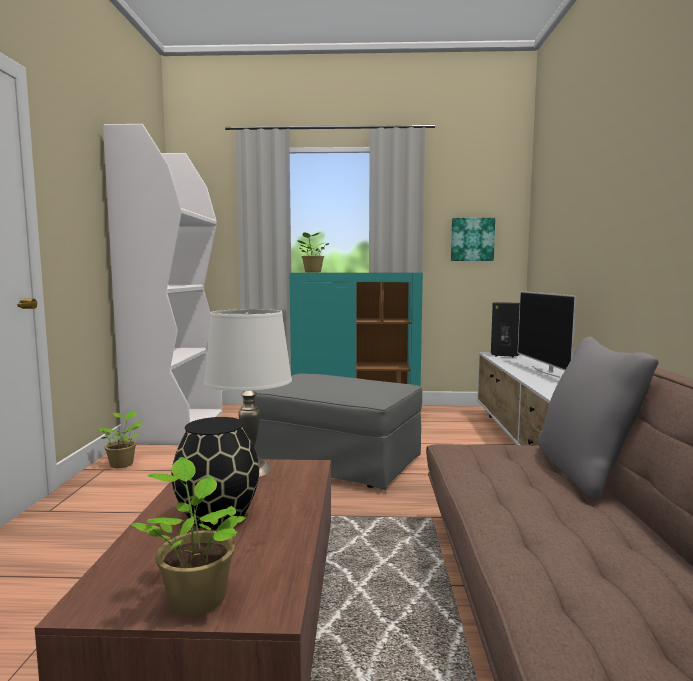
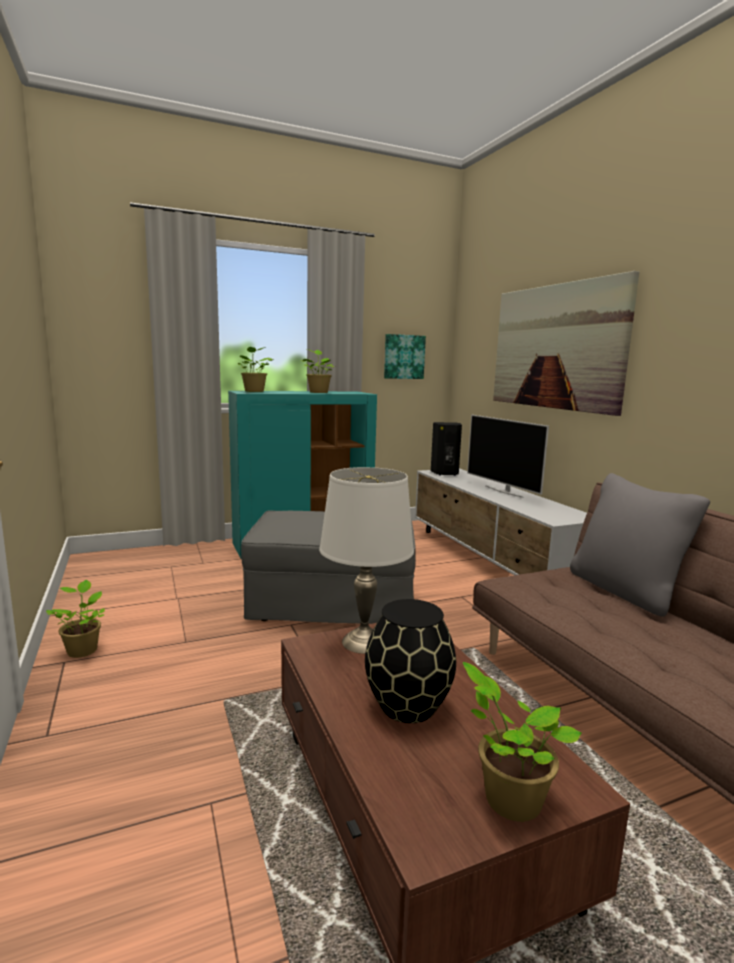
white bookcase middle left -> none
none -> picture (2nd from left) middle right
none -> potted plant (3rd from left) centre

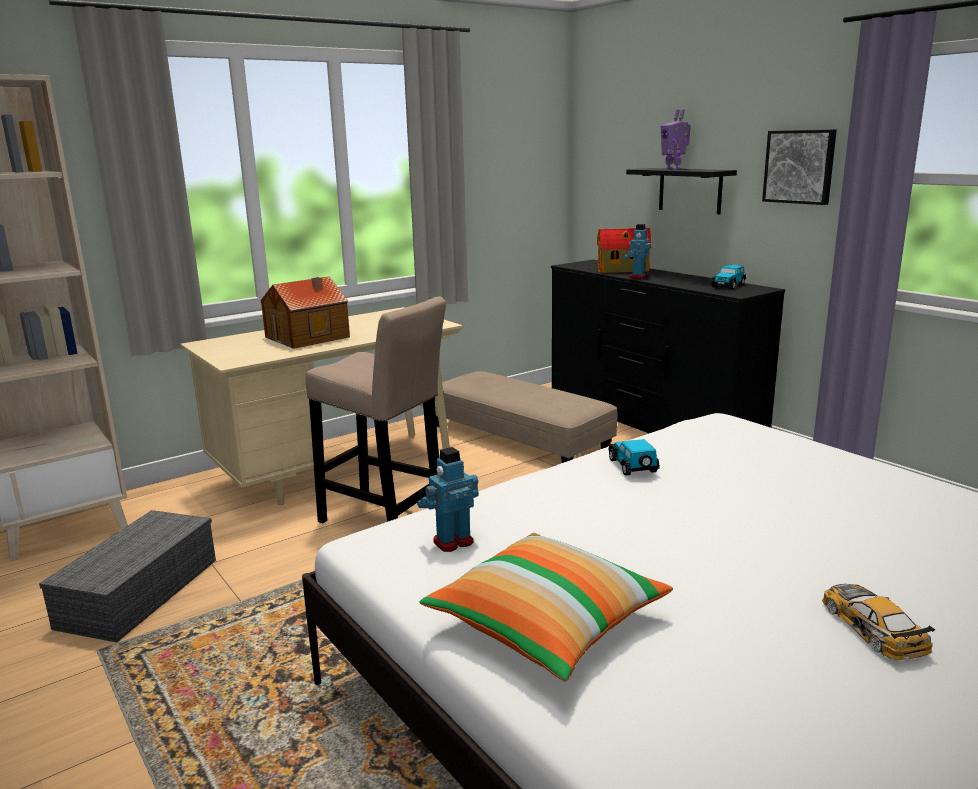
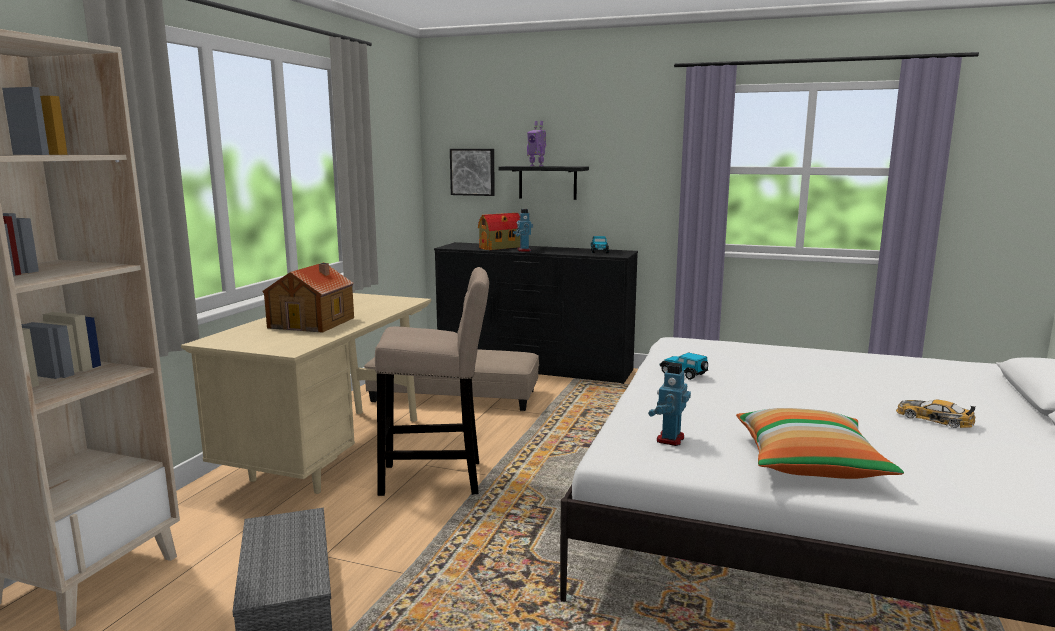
picture top right -> picture top centre, moved

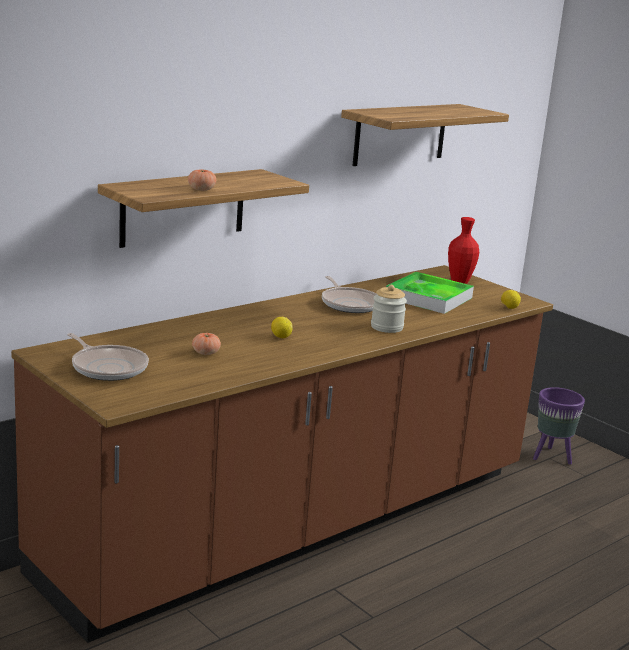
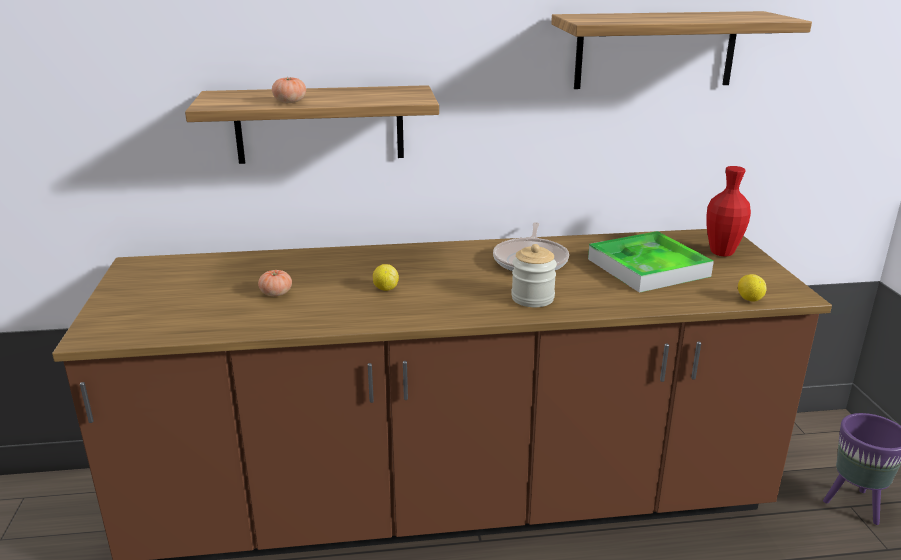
frying pan (1st from left) middle left -> none

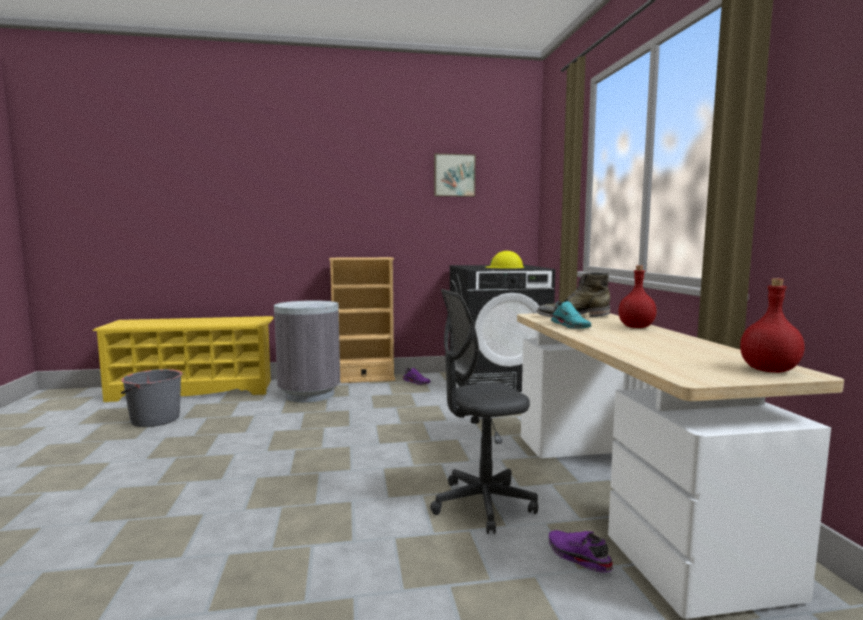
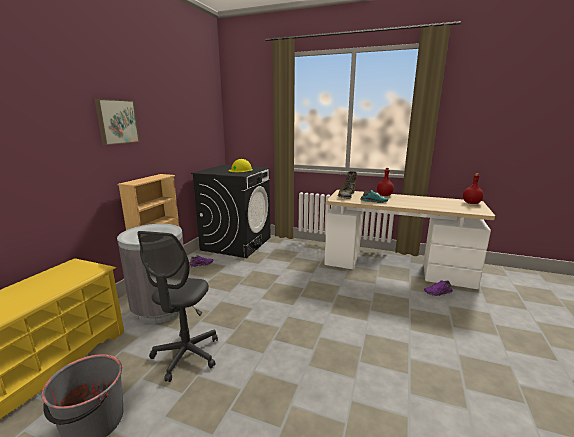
picture top centre -> picture top left, moved
grey office chair centre -> grey office chair bottom left, moved

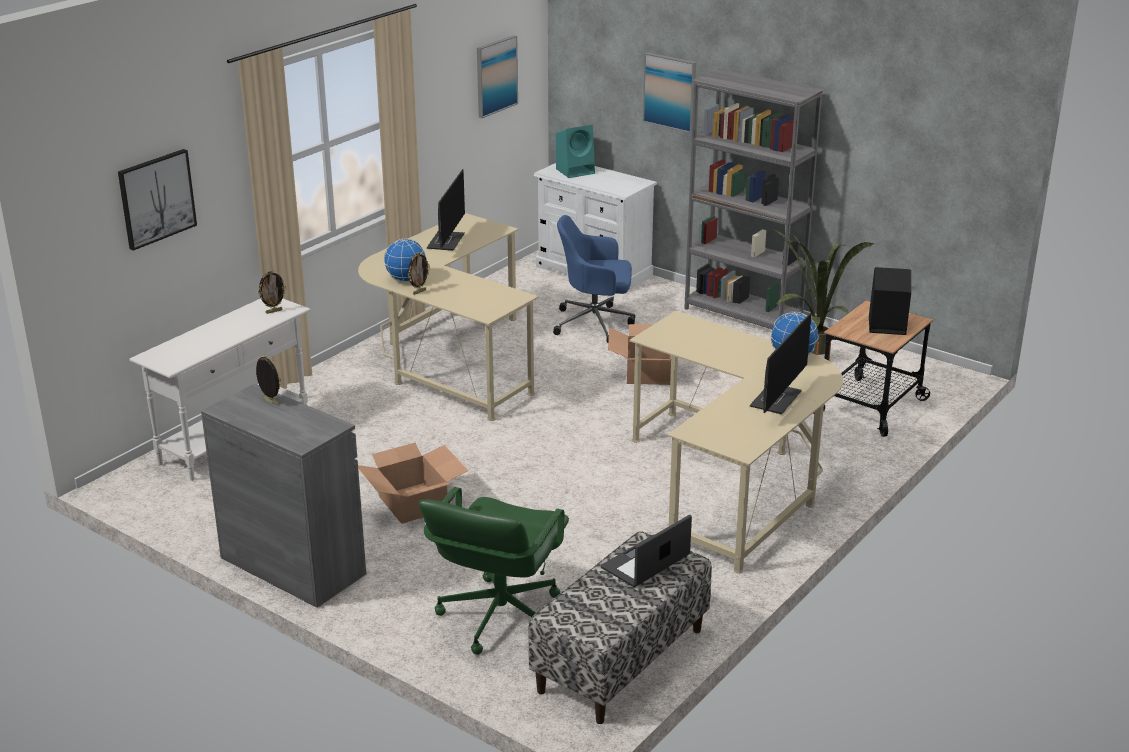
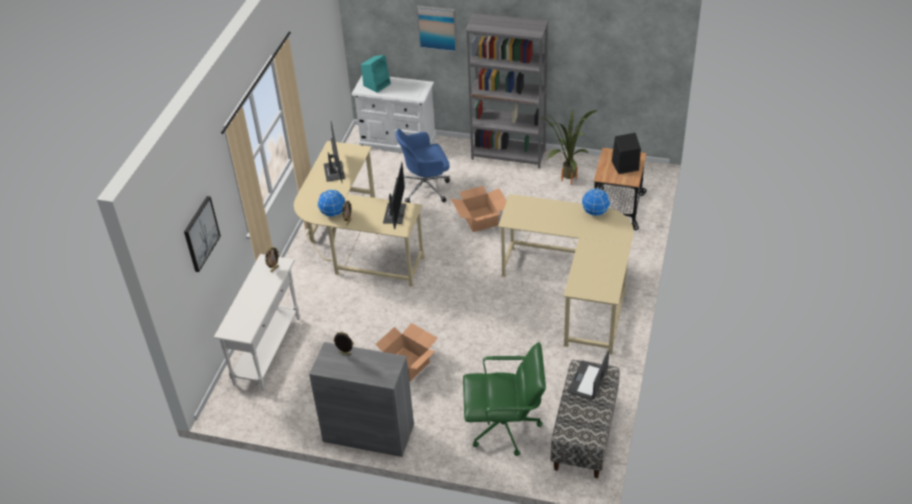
picture (2nd from left) top centre -> none
monitor (2nd from left) middle right -> monitor (2nd from left) centre, moved
green office chair bottom centre, 90 degrees counterclockwise

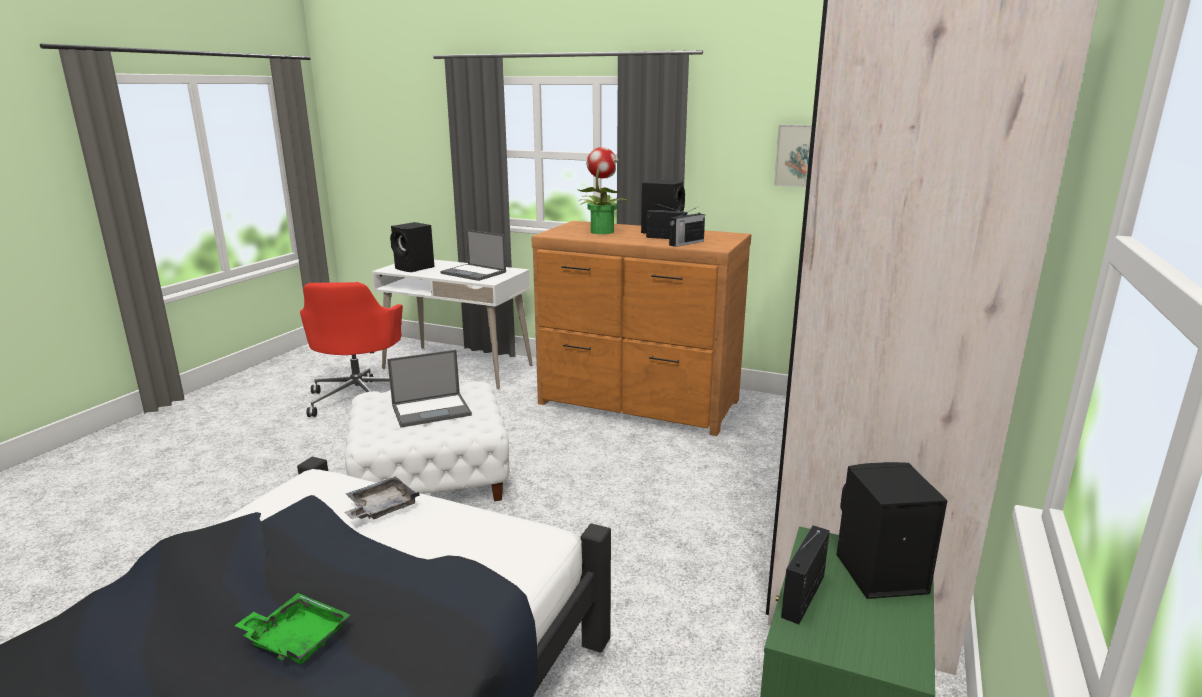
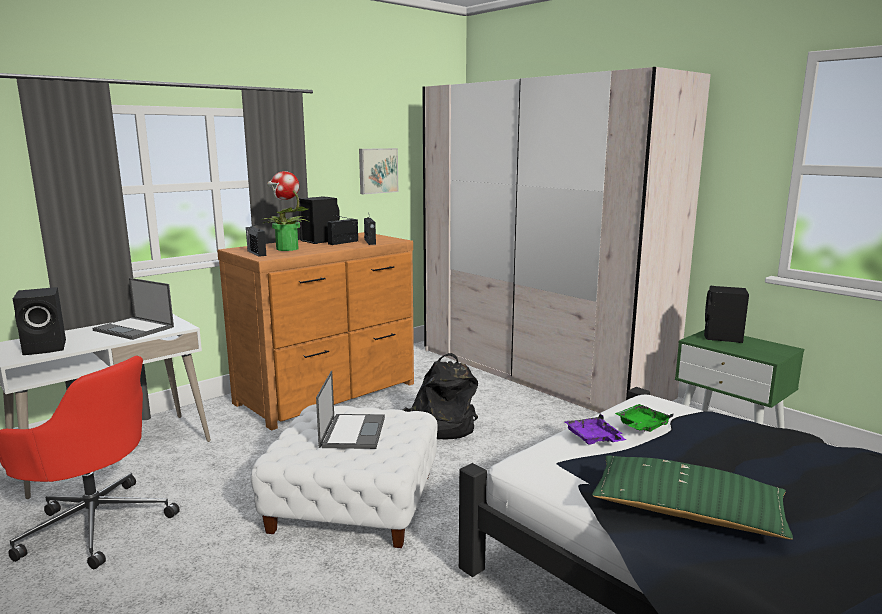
laptop (2nd from left in the first image) centre -> laptop (1st from left) middle left, 60 degrees clockwise
grey tray bottom left -> purple tray bottom right
radio (3rd from left in the first image) bottom right -> radio (1st from left) middle left, moved
green tray bottom left -> green tray bottom right, moved
none -> black backpack centre
none -> green pillow bottom right

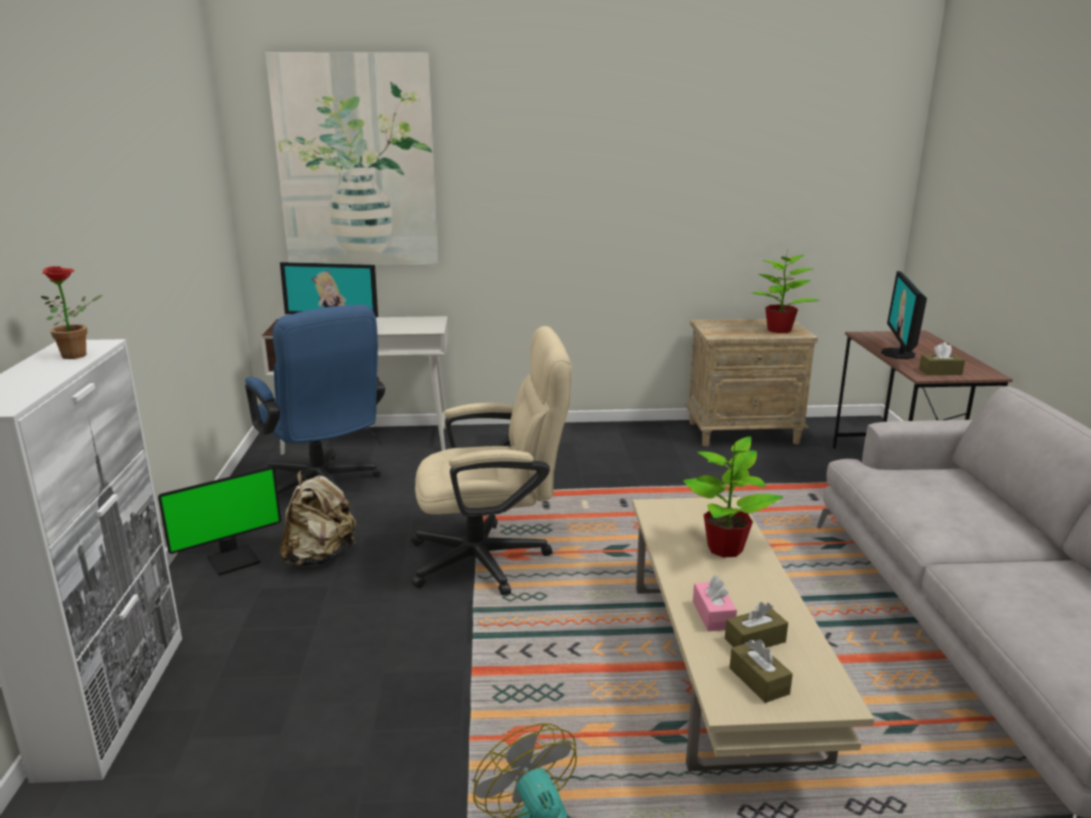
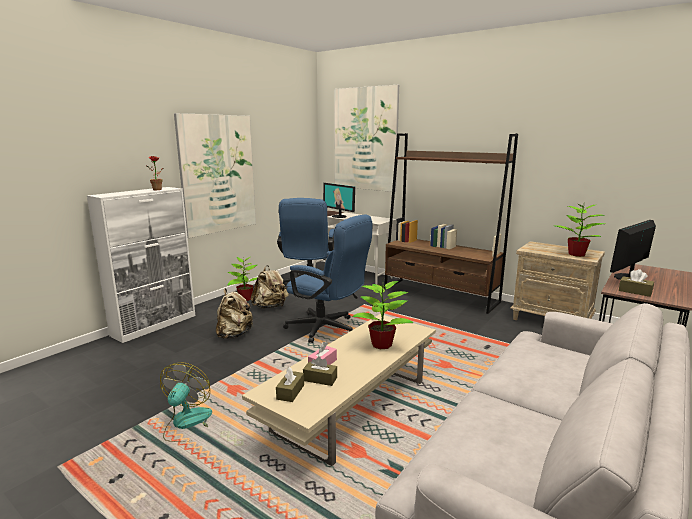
beige office chair centre -> blue office chair (2nd from left) centre
monitor (1st from left) middle left -> potted plant (2nd from left) centre
none -> picture (1st from left) middle left
none -> brown bookcase centre
none -> beige backpack (1st from left) centre

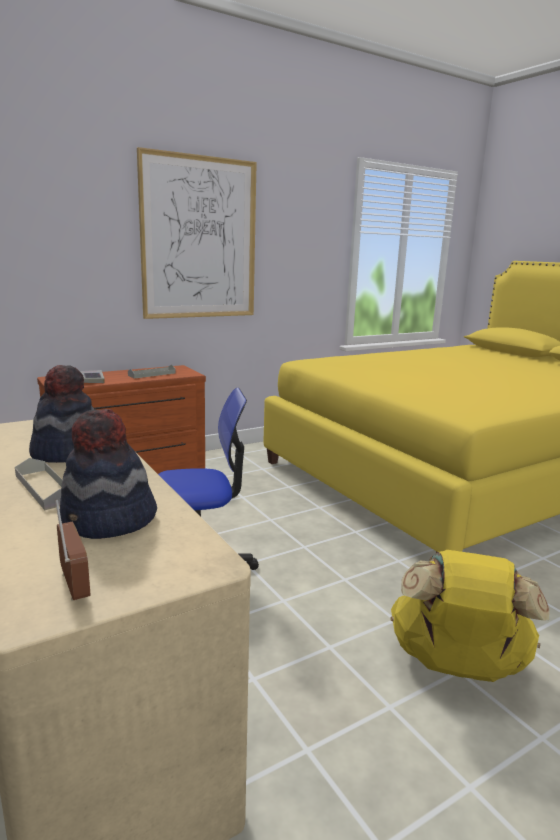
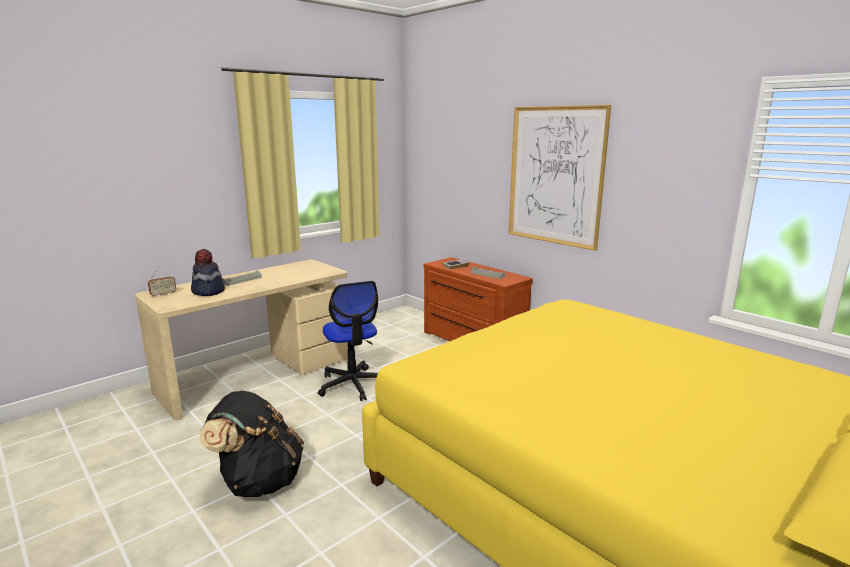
hat (1st from left) middle left -> none
yellow backpack bottom right -> black backpack bottom left

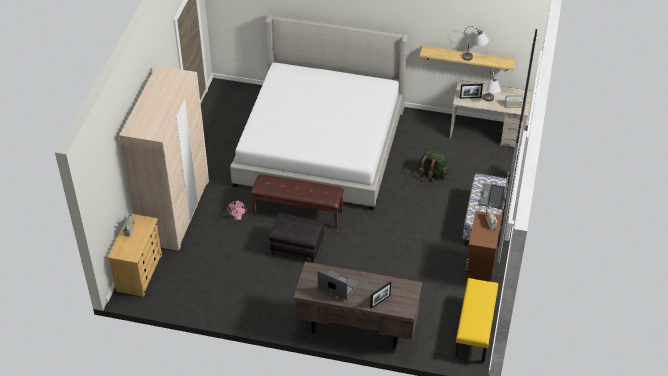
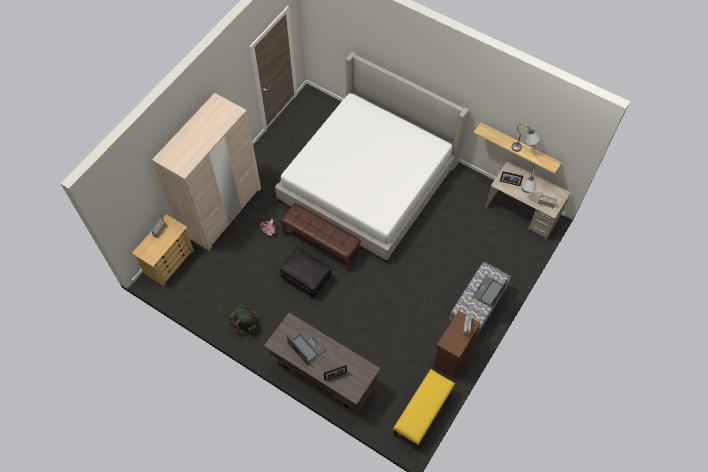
green backpack centre -> green backpack bottom centre, moved

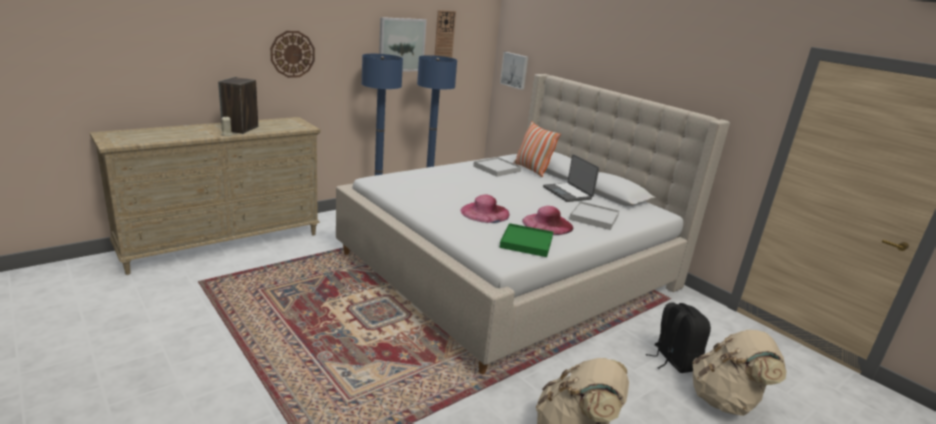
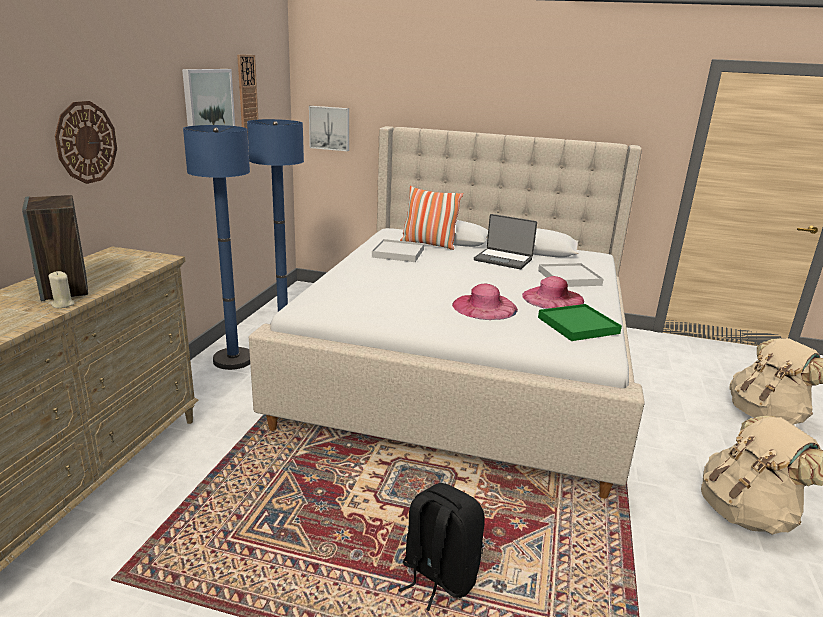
black backpack bottom right -> black backpack bottom centre, moved

